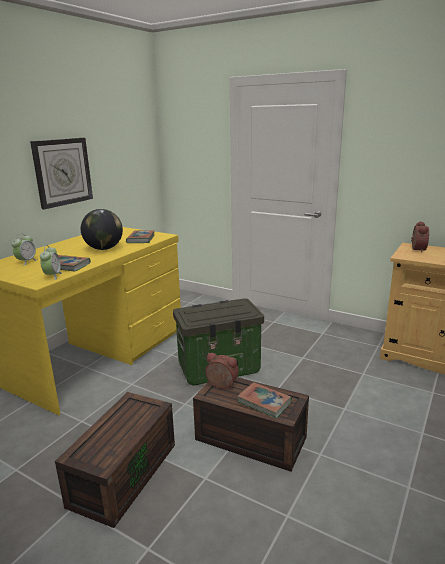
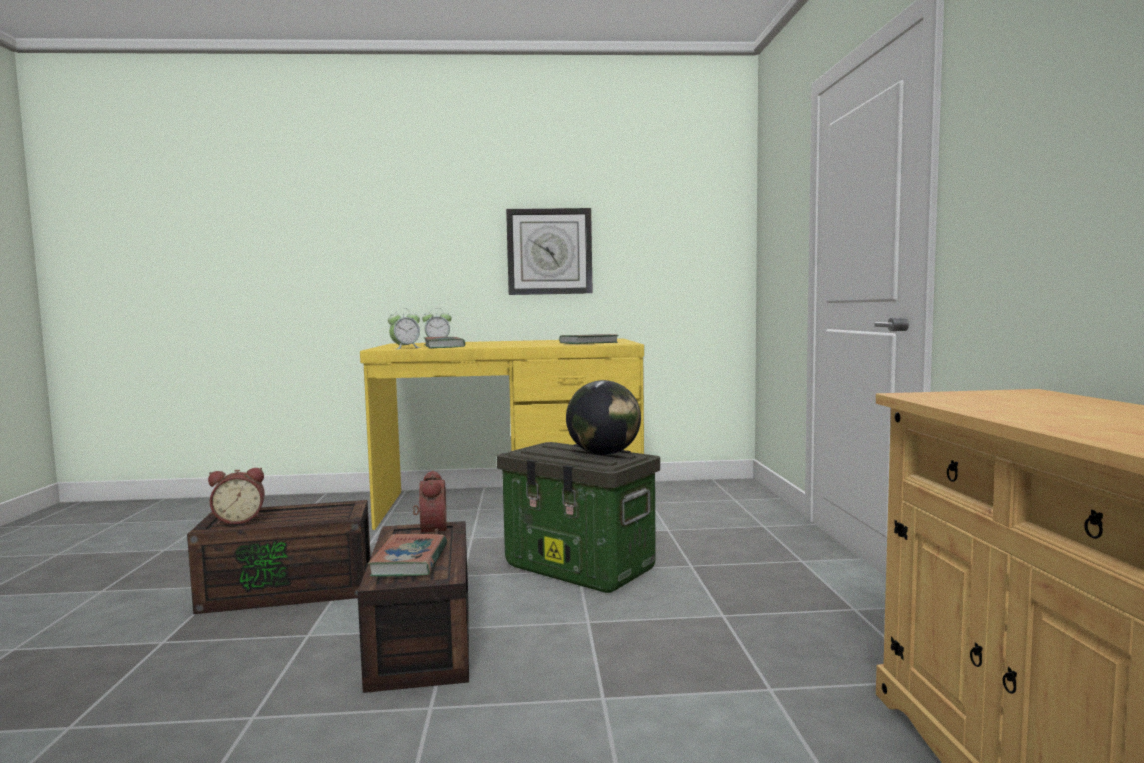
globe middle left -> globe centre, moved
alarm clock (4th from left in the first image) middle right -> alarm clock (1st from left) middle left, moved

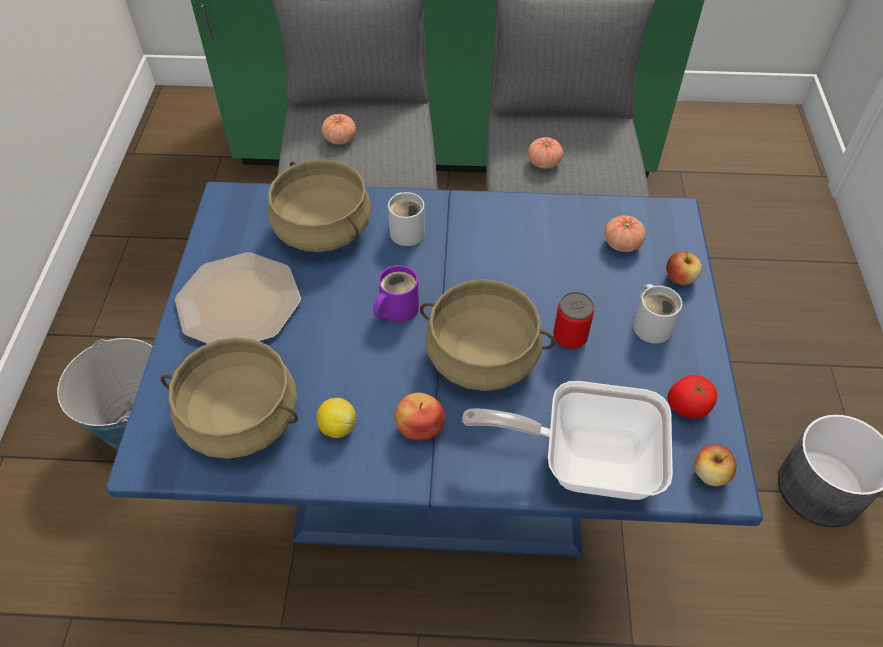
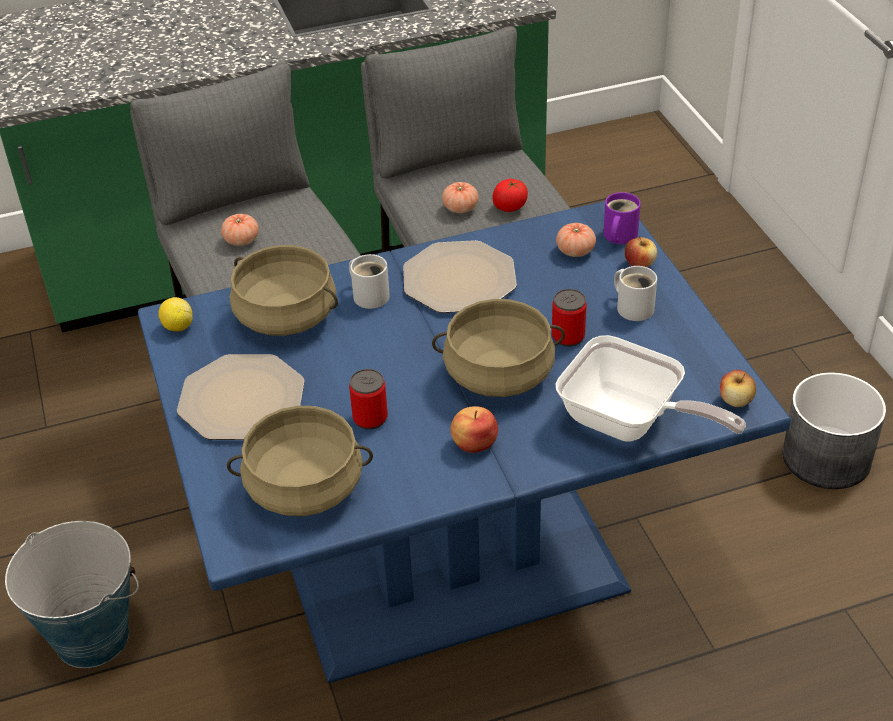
purple mug centre -> purple mug top right, moved
tomato (4th from left in the first image) middle right -> tomato (3rd from left) top centre, moved
frying pan bottom centre -> frying pan middle right, 135 degrees counterclockwise
lemon centre -> lemon middle left, moved
none -> plate (2nd from left) centre
none -> can (1st from left) centre

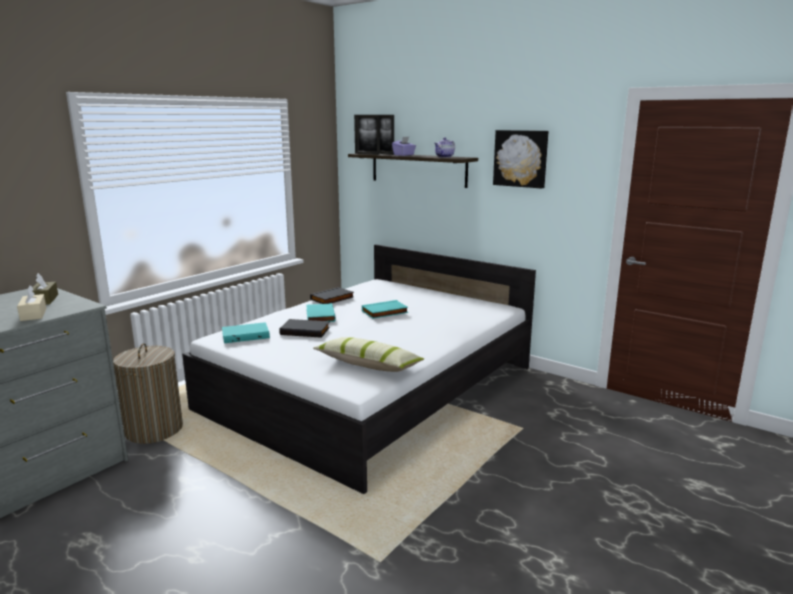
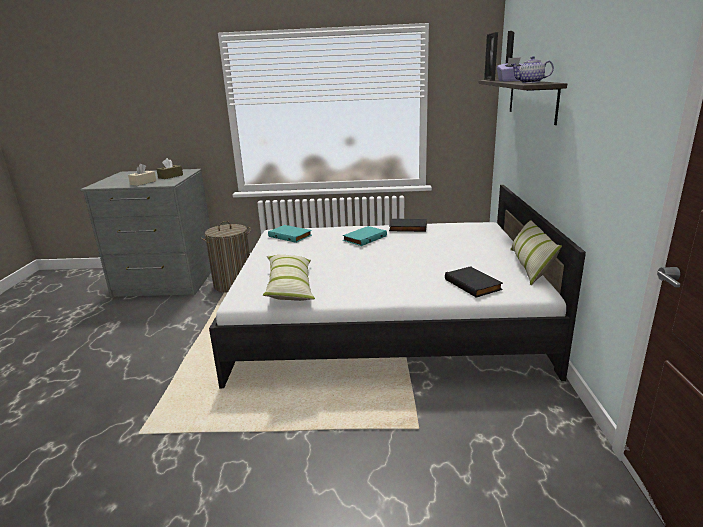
picture top centre -> none
turquoise book (3rd from left) centre -> none
black book (1st from left in the first image) centre -> black book (2nd from left) middle right, moved
none -> pillow (2nd from left) middle right

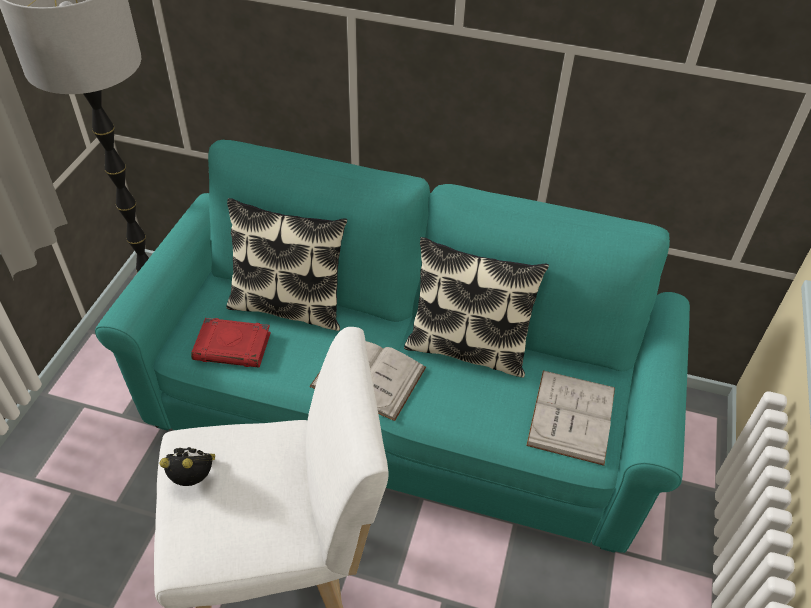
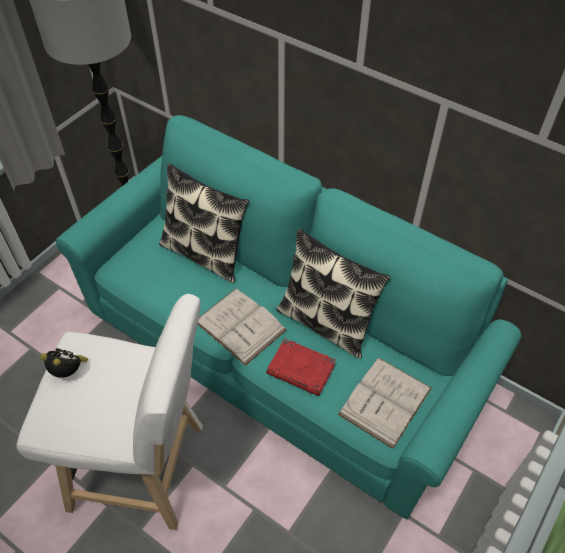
red book middle left -> red book centre, moved

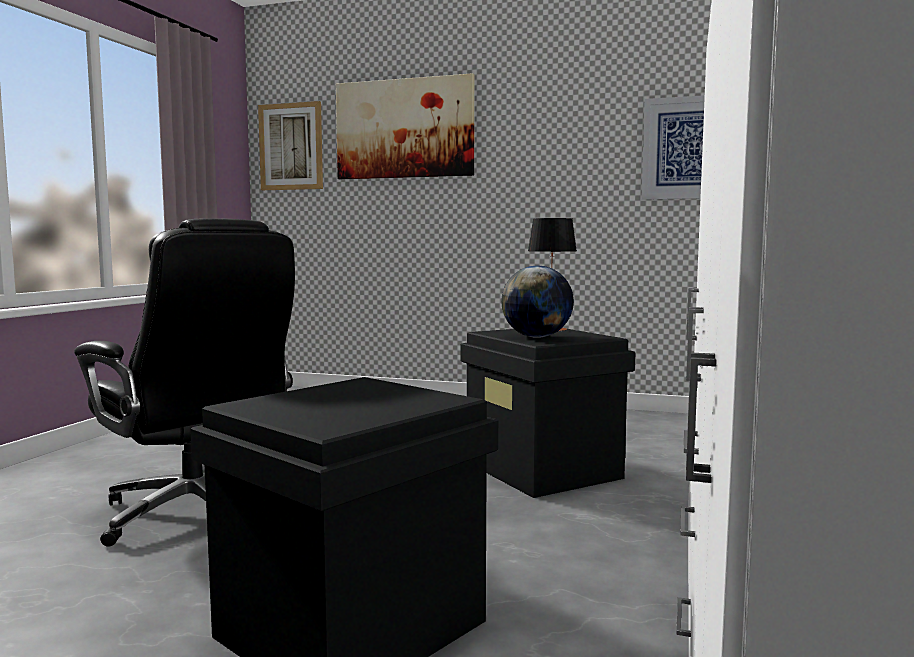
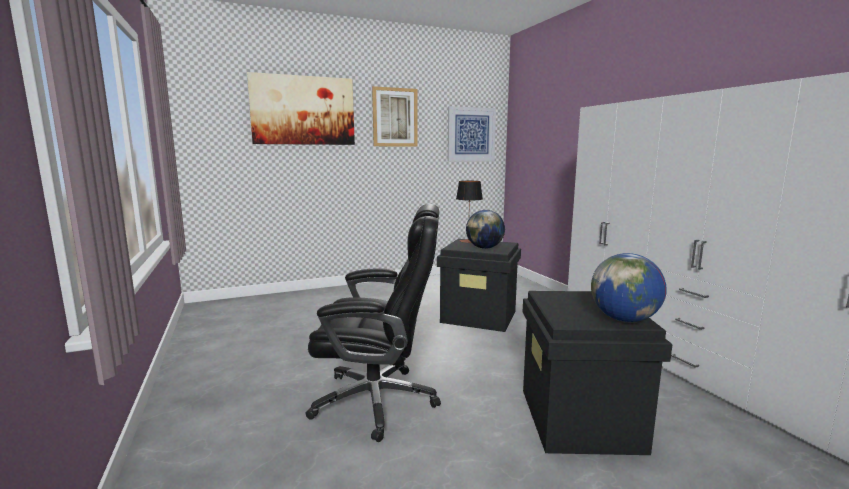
picture (1st from left in the first image) top left -> picture (2nd from left) top centre, moved
none -> globe (2nd from left) middle right

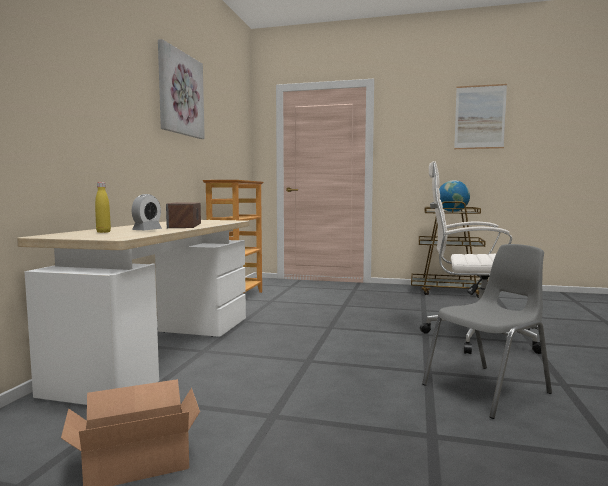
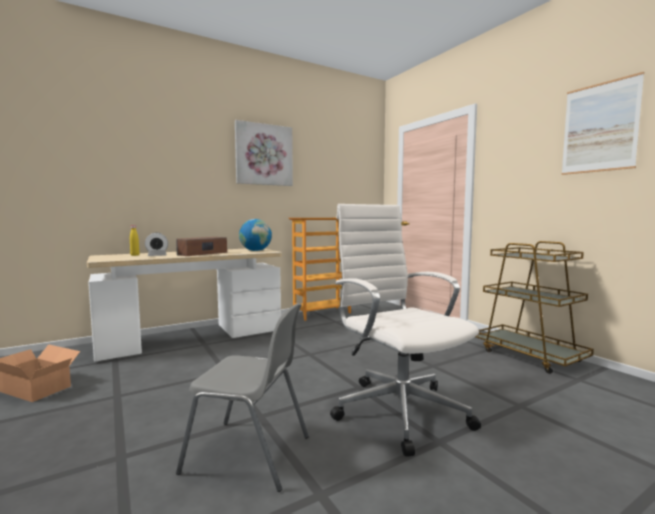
globe middle right -> globe centre, moved

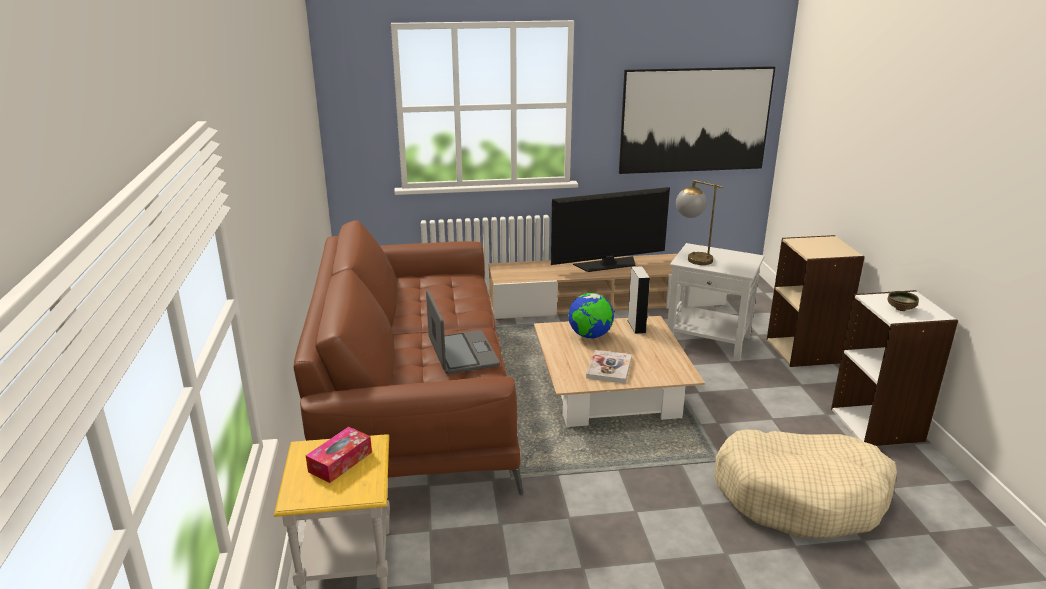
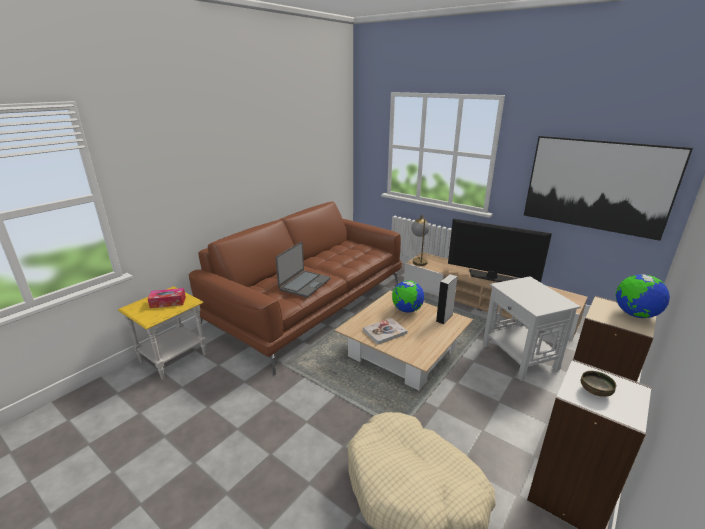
table lamp middle right -> table lamp centre, moved
none -> globe (2nd from left) middle right

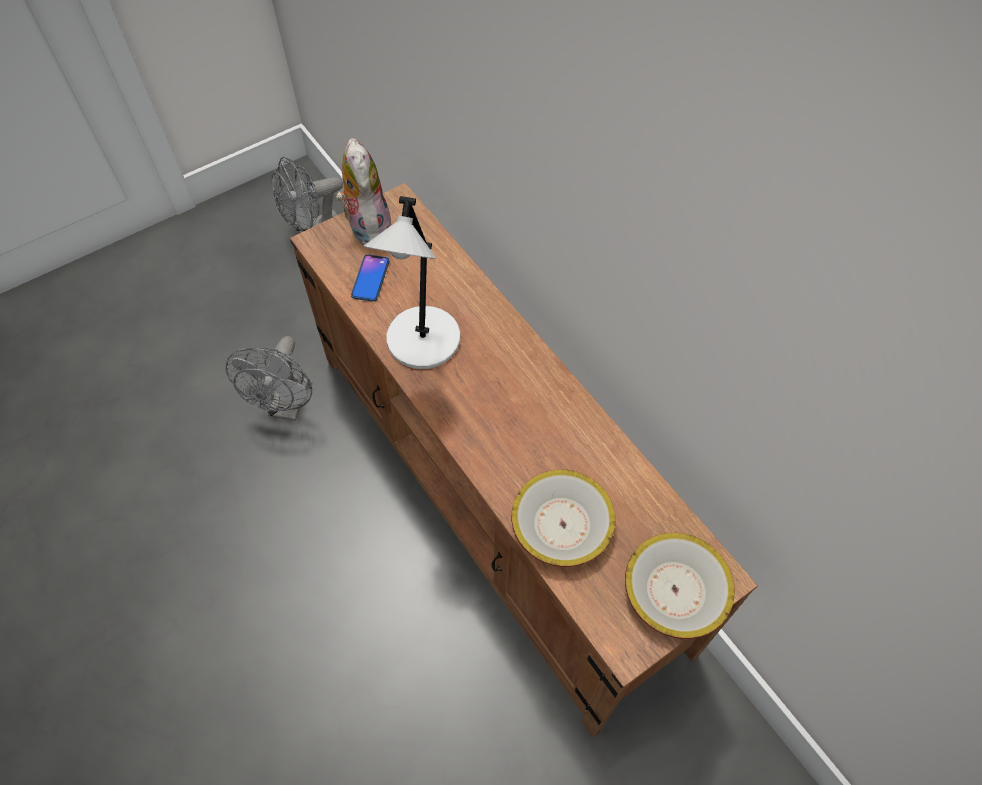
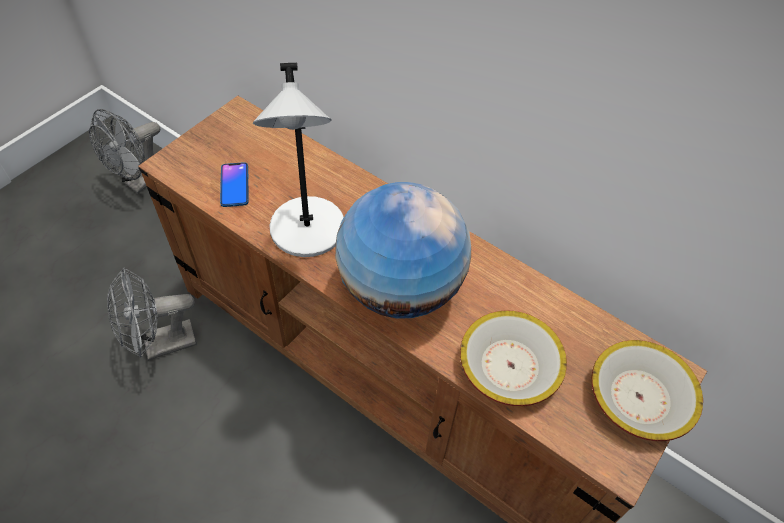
plush toy top centre -> none
grey fan (1st from left in the first image) middle left -> grey fan (2nd from left) middle left, 75 degrees clockwise
none -> globe centre

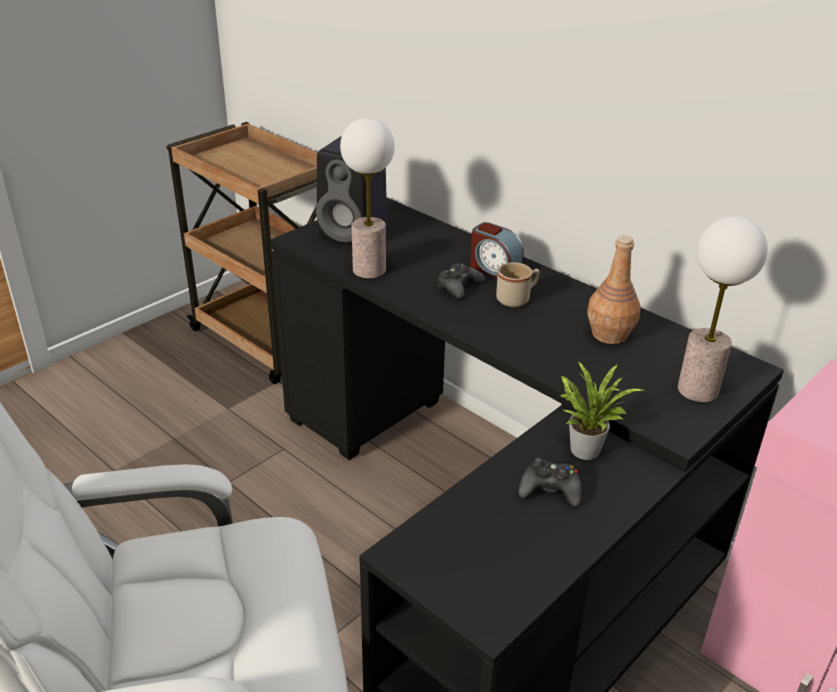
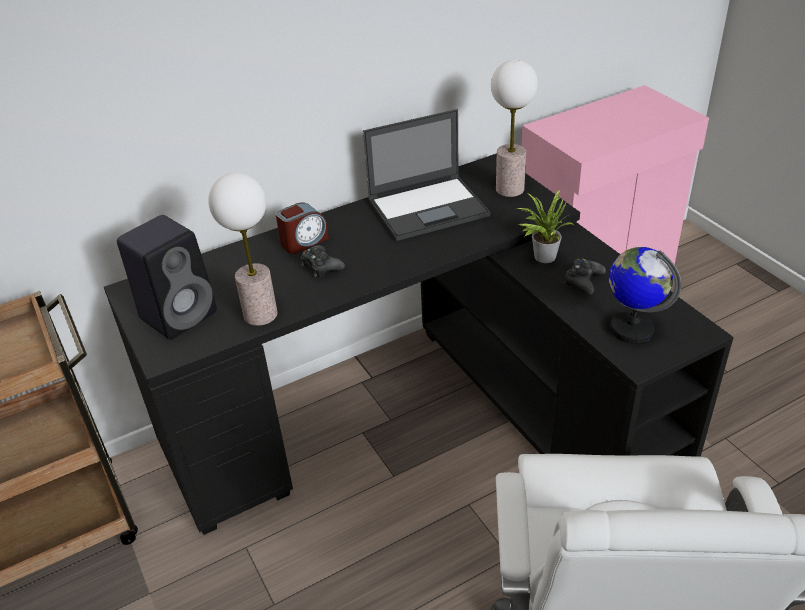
brown bottle middle right -> laptop top centre
beige mug centre -> none
none -> globe middle right

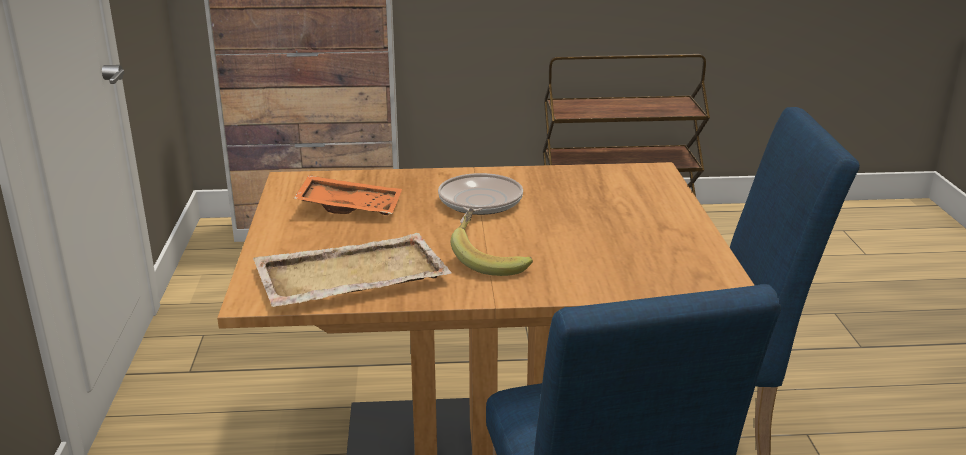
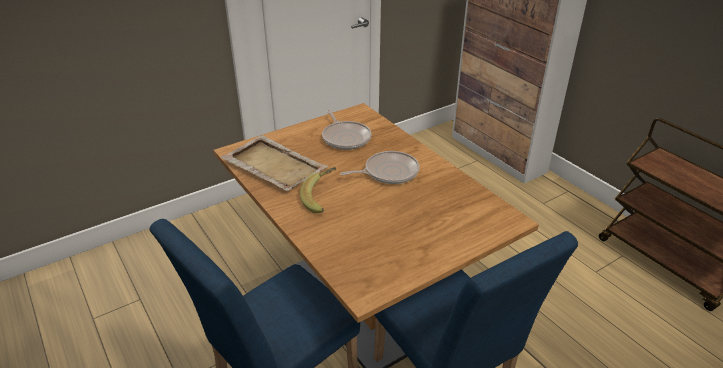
orange tray centre -> frying pan (1st from left) centre

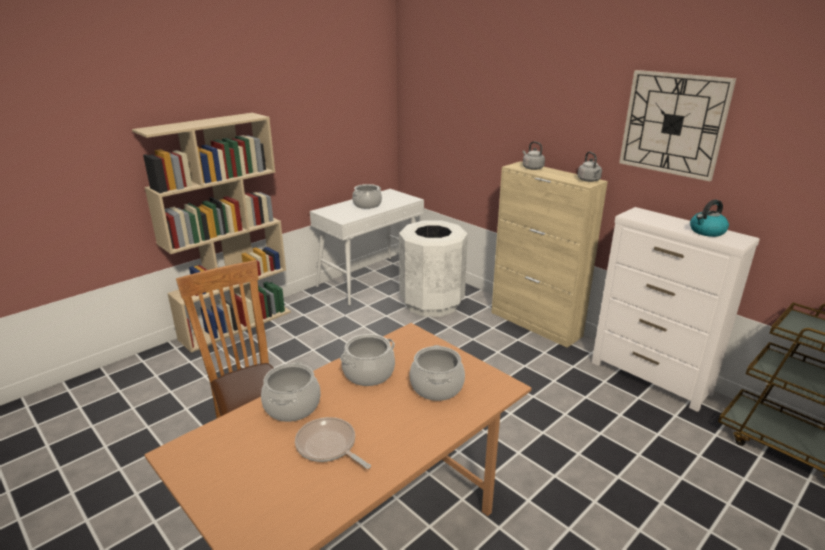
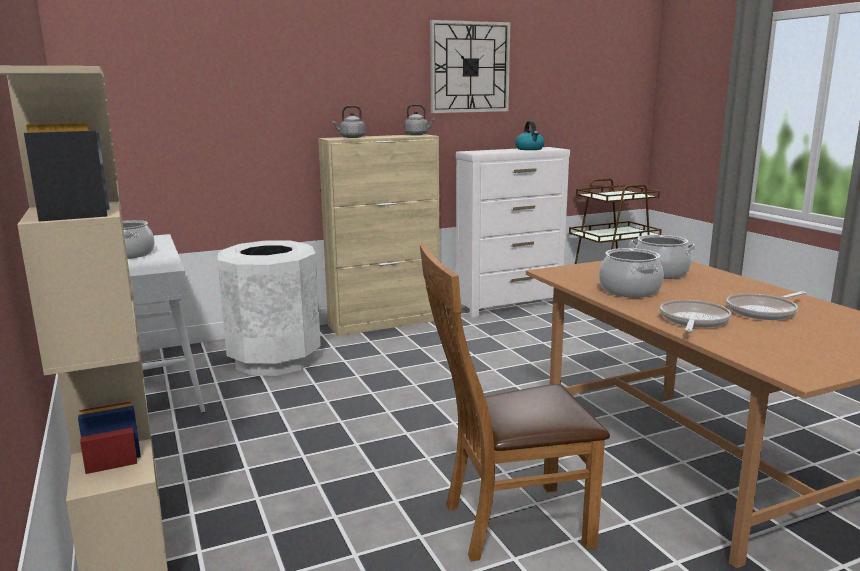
cooking pot (1st from left) bottom centre -> frying pan (1st from left) middle right

